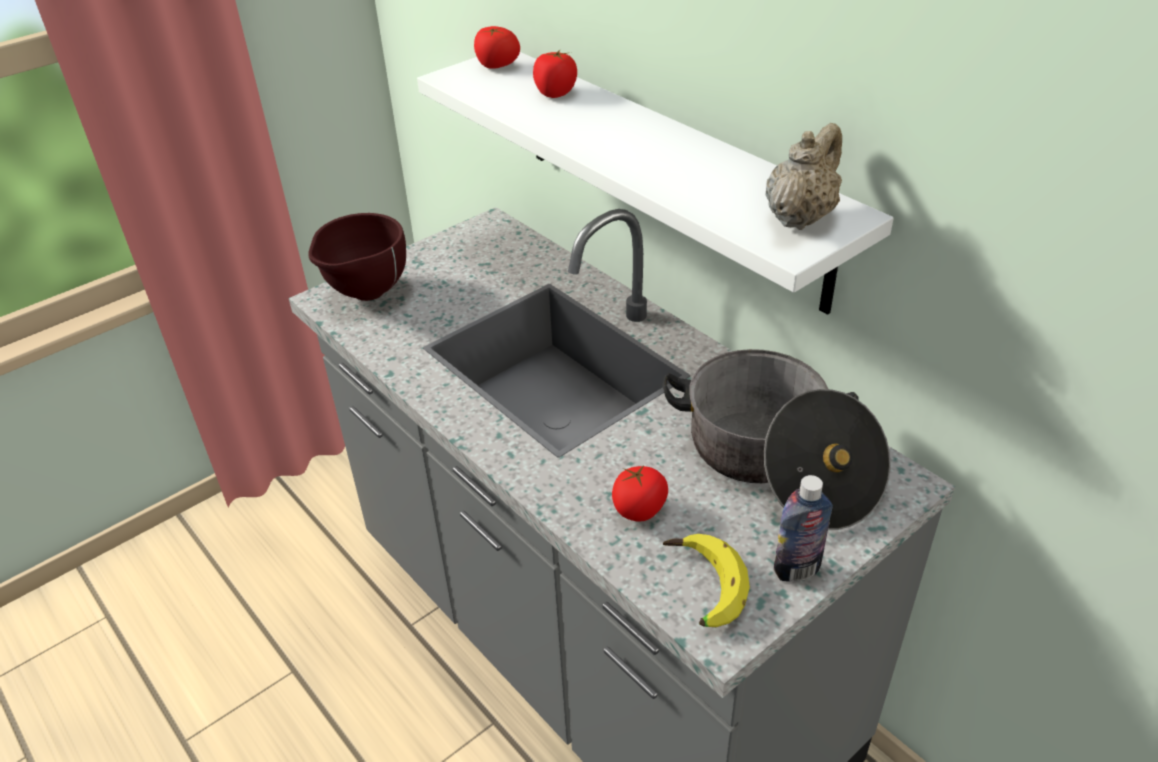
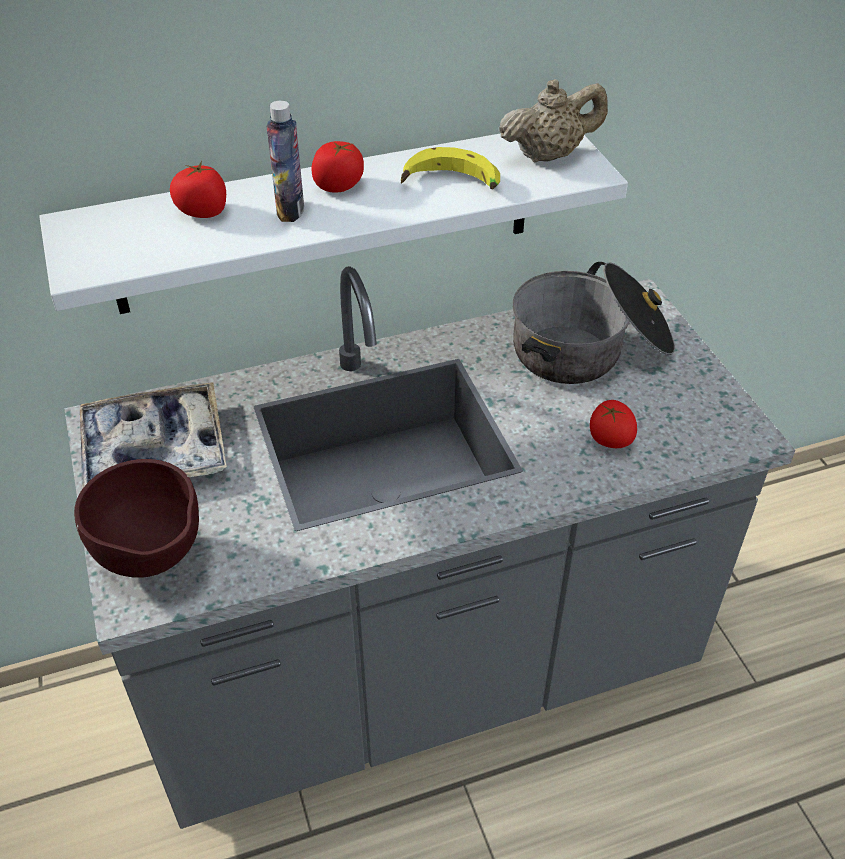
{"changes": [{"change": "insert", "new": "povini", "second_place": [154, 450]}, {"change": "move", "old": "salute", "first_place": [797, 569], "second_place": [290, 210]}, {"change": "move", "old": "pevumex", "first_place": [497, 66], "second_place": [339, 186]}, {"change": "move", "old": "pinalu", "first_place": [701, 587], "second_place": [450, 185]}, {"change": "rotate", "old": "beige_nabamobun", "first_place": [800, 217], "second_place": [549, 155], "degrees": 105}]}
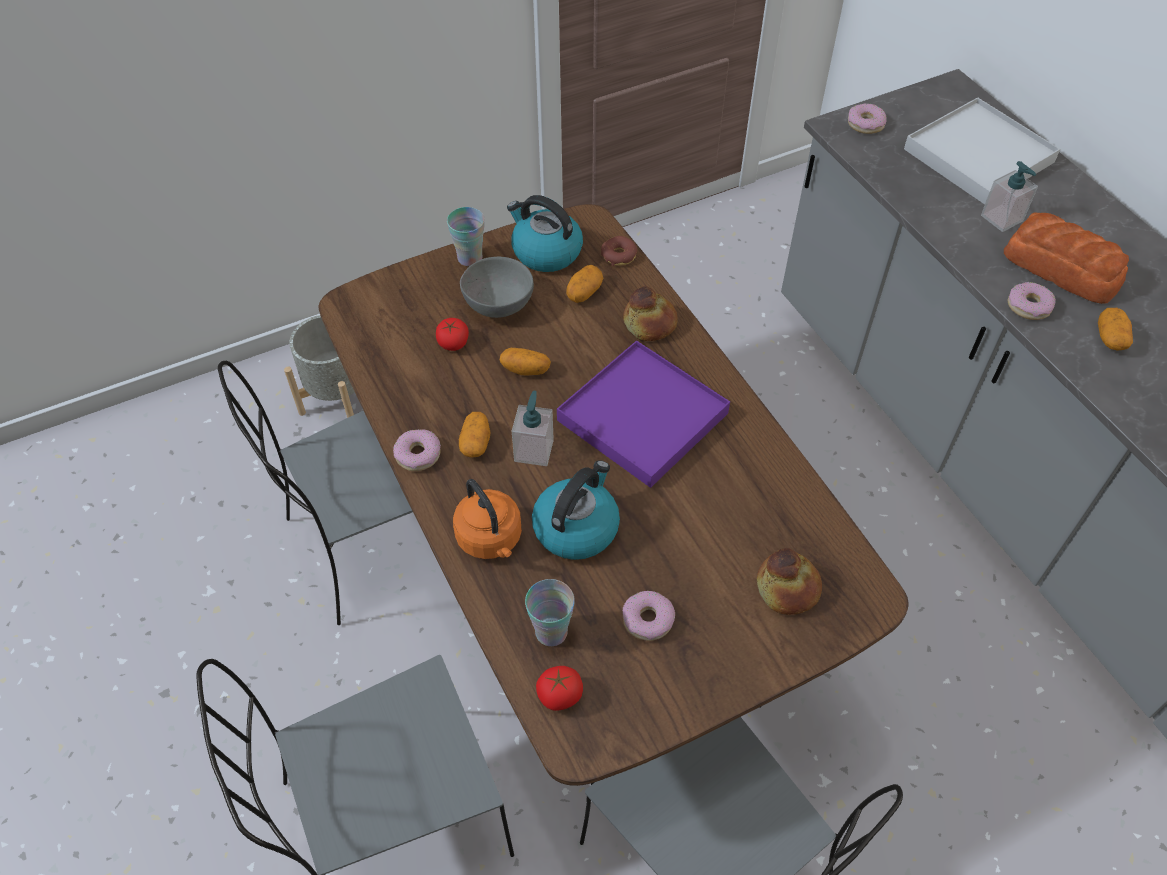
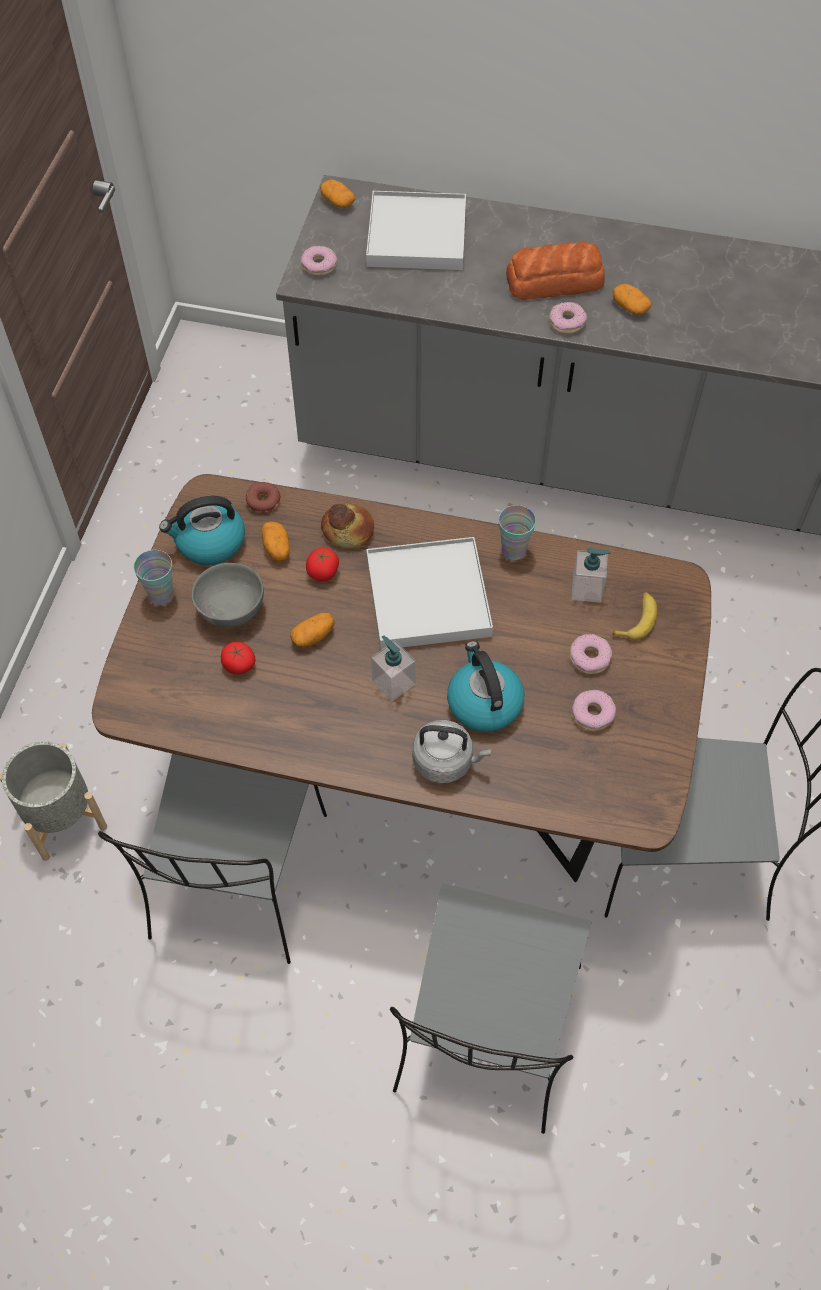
{"changes": [{"change": "move", "old": "pevumex", "first_place": [560, 695], "second_place": [323, 572]}, {"change": "move", "old": "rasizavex", "first_place": [476, 443], "second_place": [337, 202]}, {"change": "recolor", "old": "purple_povini", "new": "white_povini", "first_place": [643, 417], "second_place": [428, 596]}, {"change": "recolor", "old": "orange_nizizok", "new": "grey_nizizok", "first_place": [491, 539], "second_place": [446, 761]}, {"change": "move", "old": "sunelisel", "first_place": [551, 632], "second_place": [513, 550]}, {"change": "move", "old": "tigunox", "first_place": [418, 454], "second_place": [589, 657]}, {"change": "move", "old": "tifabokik", "first_place": [1002, 218], "second_place": [587, 589]}, {"change": "replace", "old": "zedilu", "new": "pinalu", "first_place": [788, 587], "second_place": [637, 619]}]}
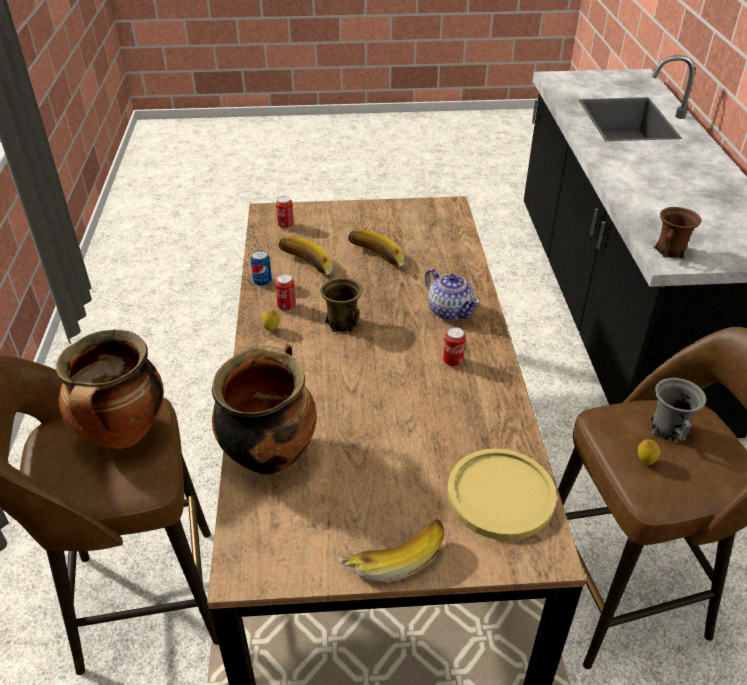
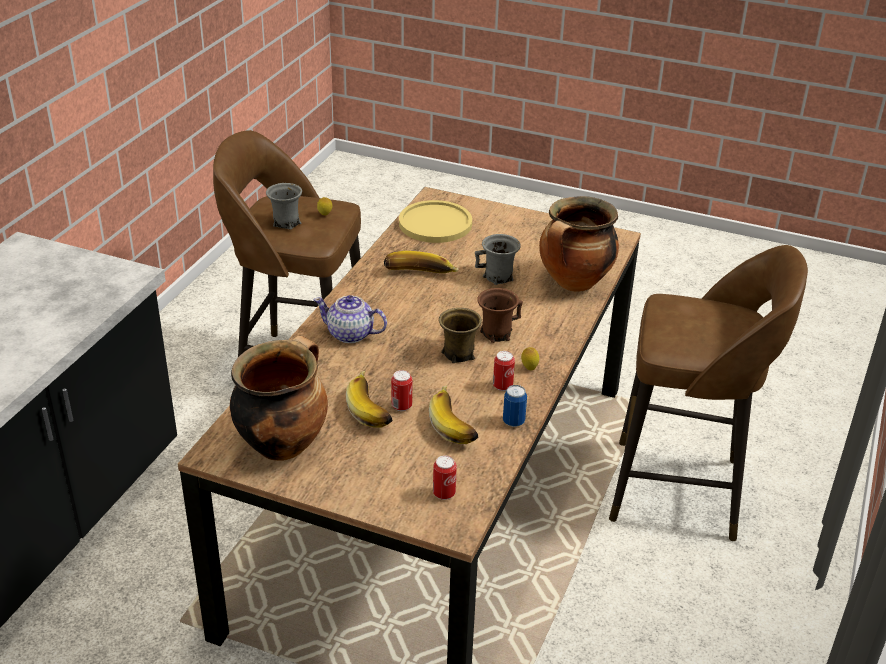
{"changes": [{"change": "move", "old": "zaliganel", "first_place": [123, 434], "second_place": [282, 443]}, {"change": "rotate", "old": "nabamobun", "first_place": [449, 310], "second_place": [351, 334], "degrees": -60}, {"change": "move", "old": "pinalu", "first_place": [394, 554], "second_place": [419, 276]}, {"change": "move", "old": "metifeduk", "first_place": [453, 361], "second_place": [401, 406]}, {"change": "insert", "new": "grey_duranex", "second_place": [498, 277]}, {"change": "move", "old": "brown_duranex", "first_place": [670, 251], "second_place": [496, 333]}]}
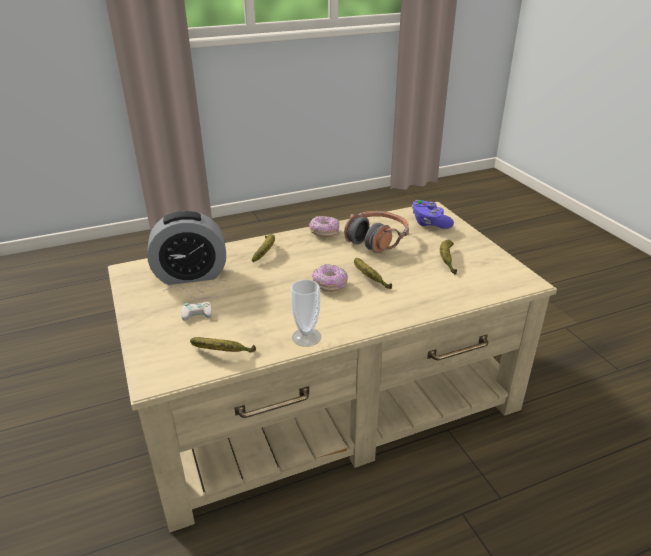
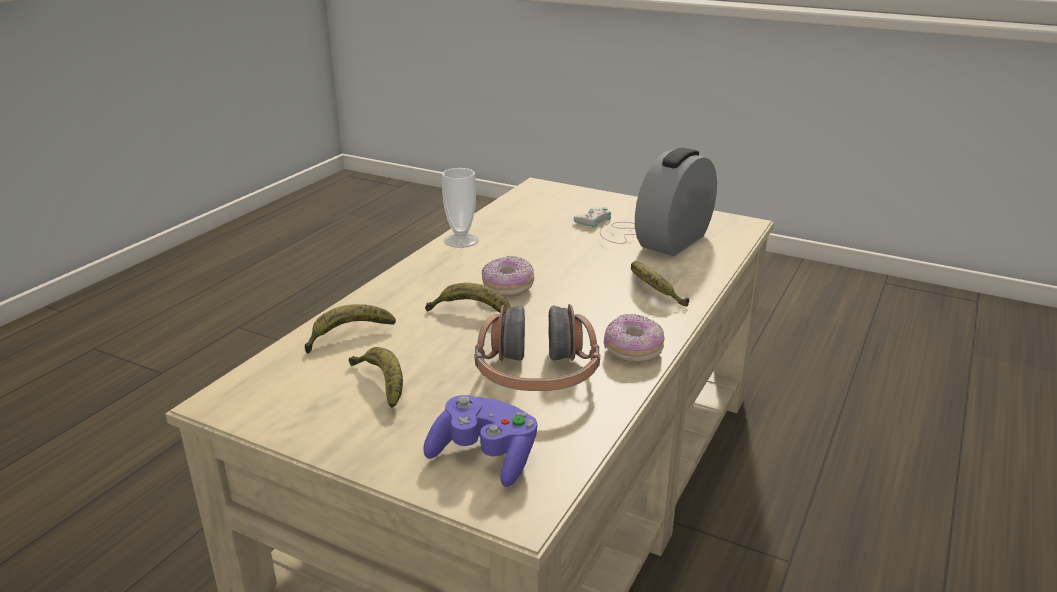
{"changes": [{"change": "move", "old": "pinalu", "first_place": [221, 353], "second_place": [348, 336]}]}
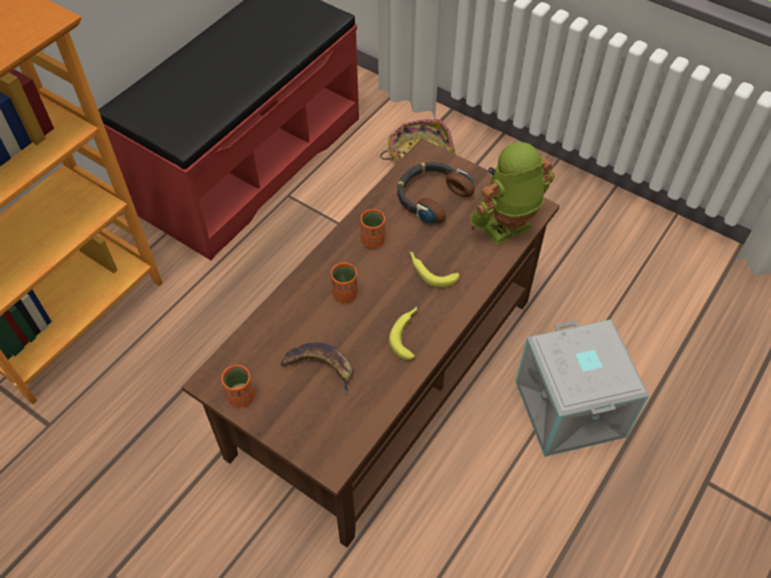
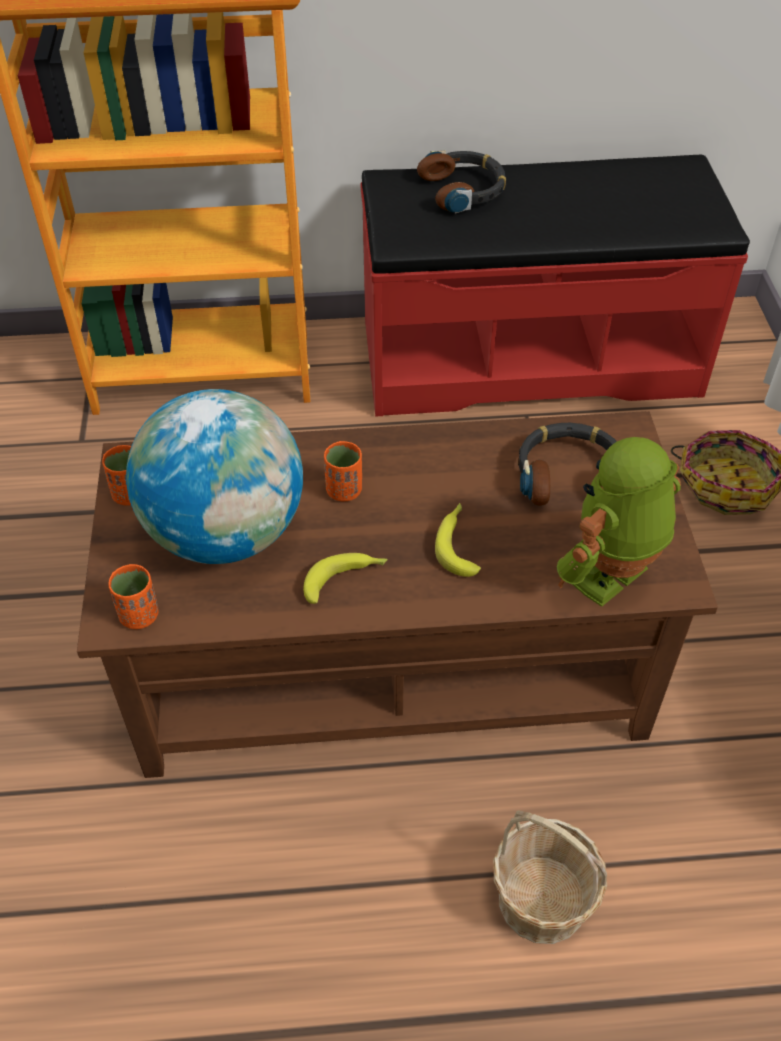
{"changes": [{"change": "move", "old": "orange_sunelisel", "first_place": [373, 241], "second_place": [139, 615]}, {"change": "replace", "old": "pinalu", "new": "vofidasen", "first_place": [320, 367], "second_place": [226, 533]}, {"change": "insert", "new": "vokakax", "second_place": [464, 189]}, {"change": "replace", "old": "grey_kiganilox", "new": "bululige", "first_place": [572, 409], "second_place": [542, 900]}, {"change": "rotate", "old": "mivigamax", "first_place": [507, 229], "second_place": [609, 577], "degrees": -60}]}
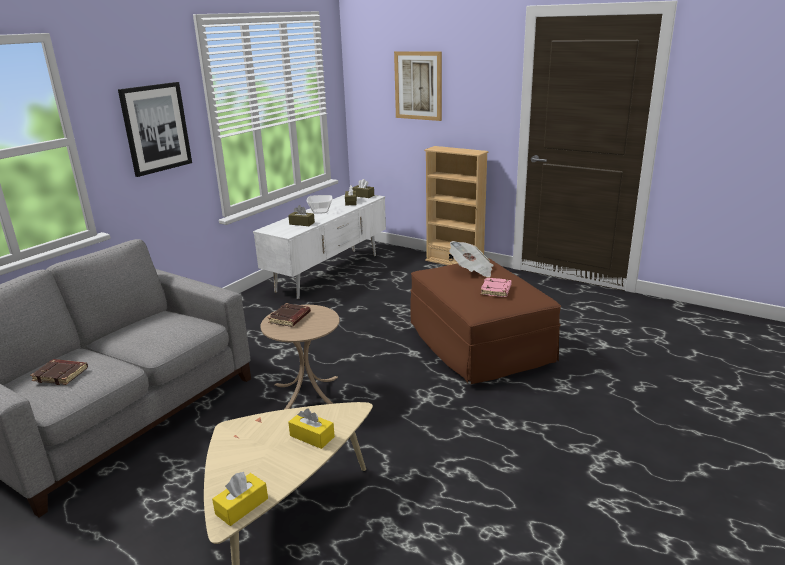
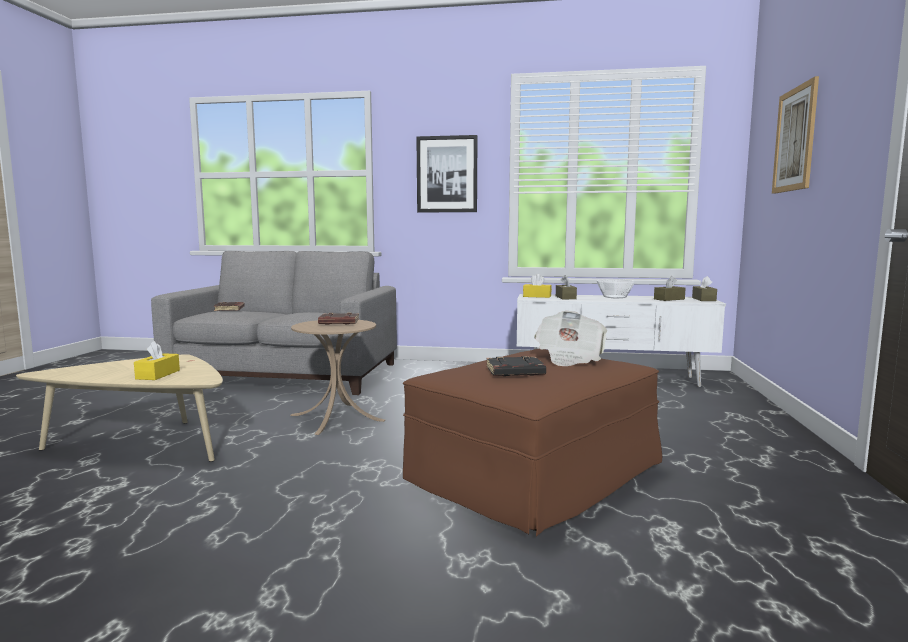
{"changes": [{"change": "recolor", "old": "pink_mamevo", "new": "black_mamevo", "first_place": [496, 290], "second_place": [514, 372]}, {"change": "move", "old": "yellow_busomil", "first_place": [242, 506], "second_place": [537, 296]}, {"change": "delete", "old": "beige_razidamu", "first_place": [454, 262]}]}
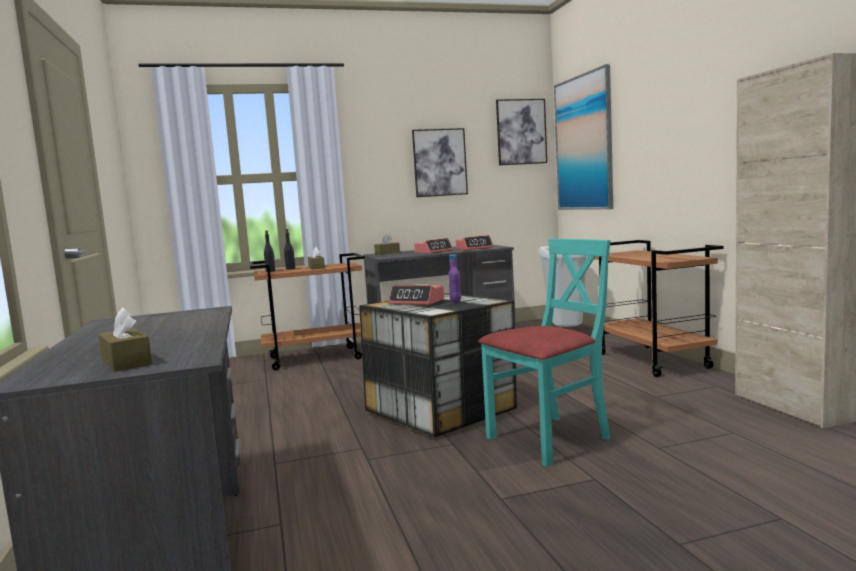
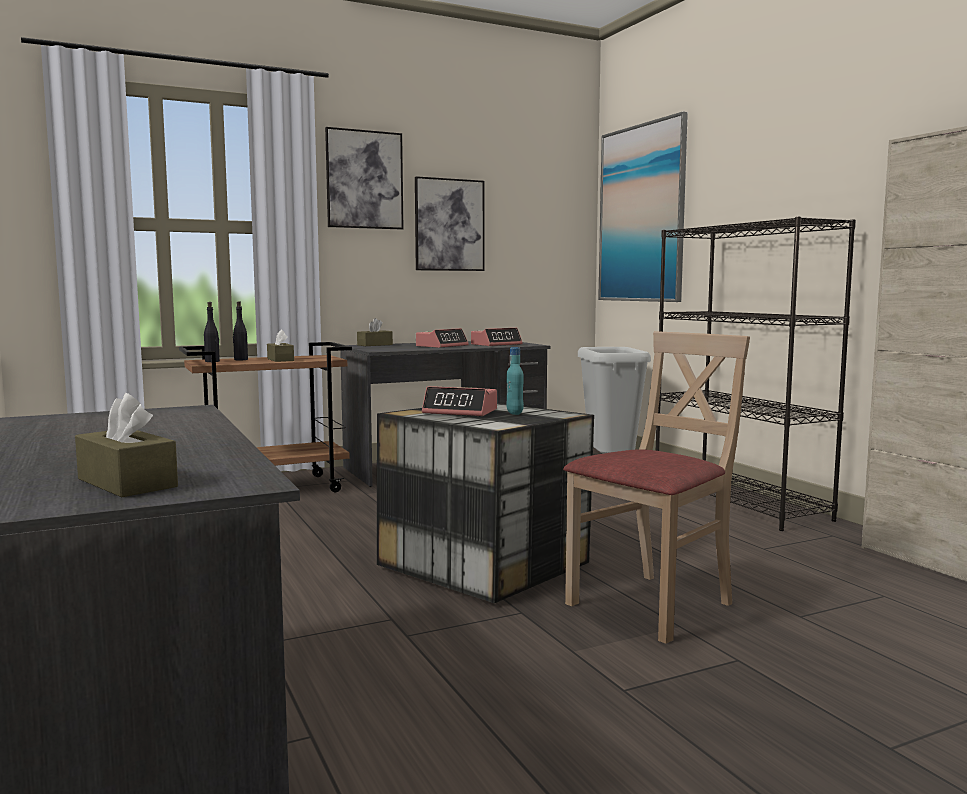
{"changes": [{"change": "move", "old": "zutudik", "first_place": [521, 132], "second_place": [364, 180]}, {"change": "recolor", "old": "purple_salute", "new": "turquoise_salute", "first_place": [455, 301], "second_place": [514, 413]}, {"change": "recolor", "old": "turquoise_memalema", "new": "beige_memalema", "first_place": [549, 439], "second_place": [652, 605]}, {"change": "replace", "old": "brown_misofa", "new": "black_razidamu", "first_place": [653, 361], "second_place": [739, 502]}]}
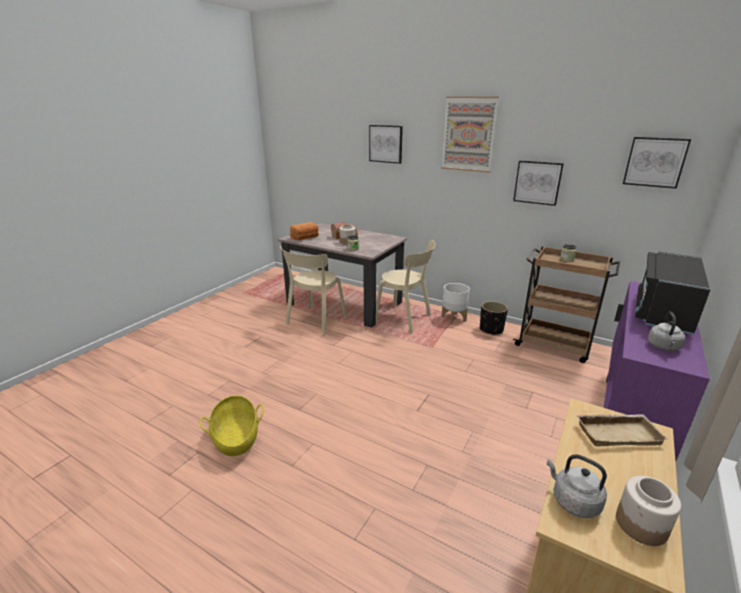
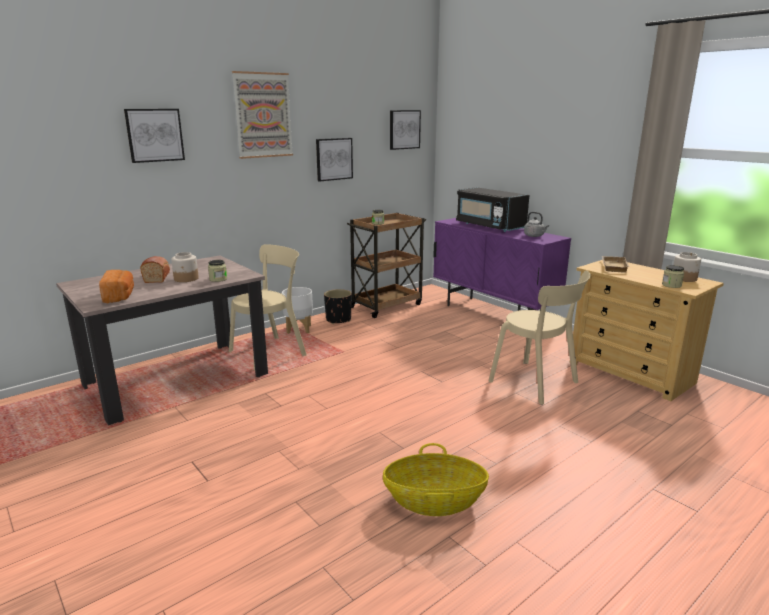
{"changes": [{"change": "move", "old": "beige_memalema", "first_place": [315, 321], "second_place": [536, 383]}, {"change": "replace", "old": "grey_nizizok", "new": "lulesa", "first_place": [573, 501], "second_place": [671, 285]}]}
